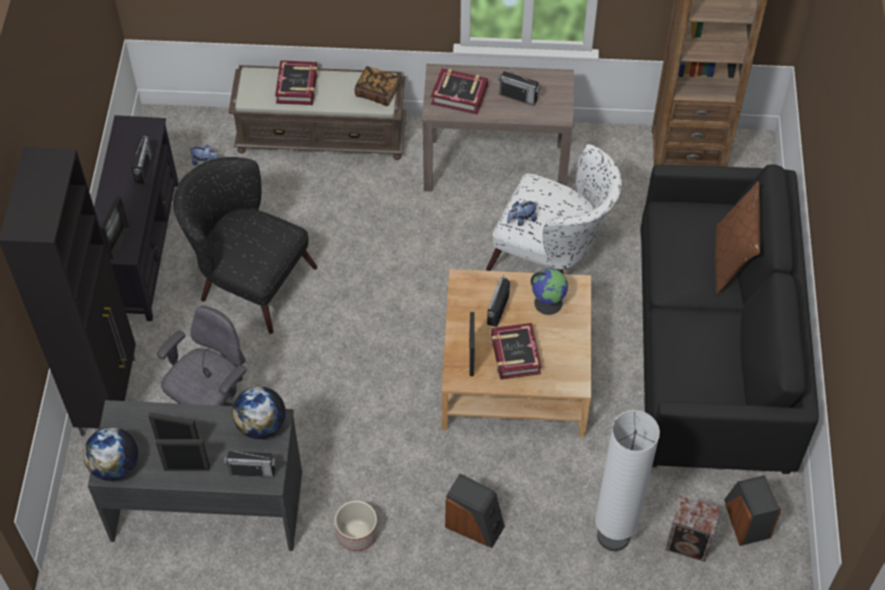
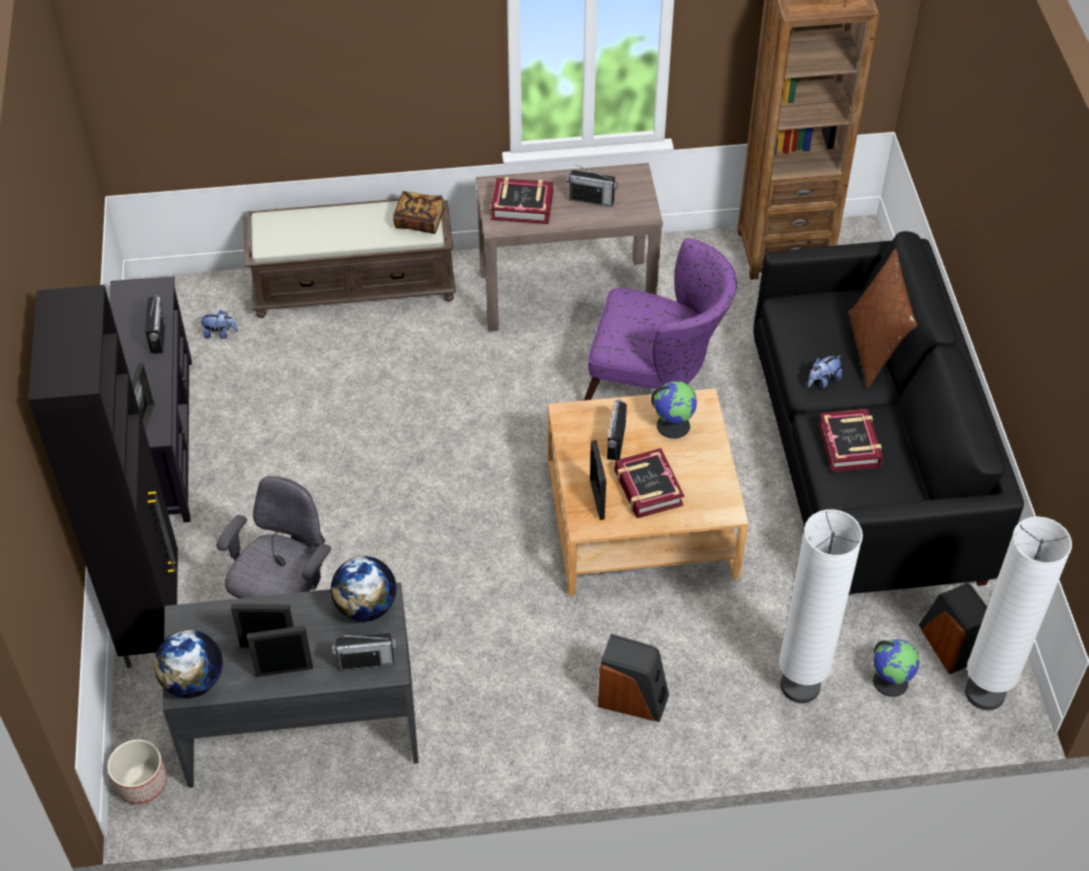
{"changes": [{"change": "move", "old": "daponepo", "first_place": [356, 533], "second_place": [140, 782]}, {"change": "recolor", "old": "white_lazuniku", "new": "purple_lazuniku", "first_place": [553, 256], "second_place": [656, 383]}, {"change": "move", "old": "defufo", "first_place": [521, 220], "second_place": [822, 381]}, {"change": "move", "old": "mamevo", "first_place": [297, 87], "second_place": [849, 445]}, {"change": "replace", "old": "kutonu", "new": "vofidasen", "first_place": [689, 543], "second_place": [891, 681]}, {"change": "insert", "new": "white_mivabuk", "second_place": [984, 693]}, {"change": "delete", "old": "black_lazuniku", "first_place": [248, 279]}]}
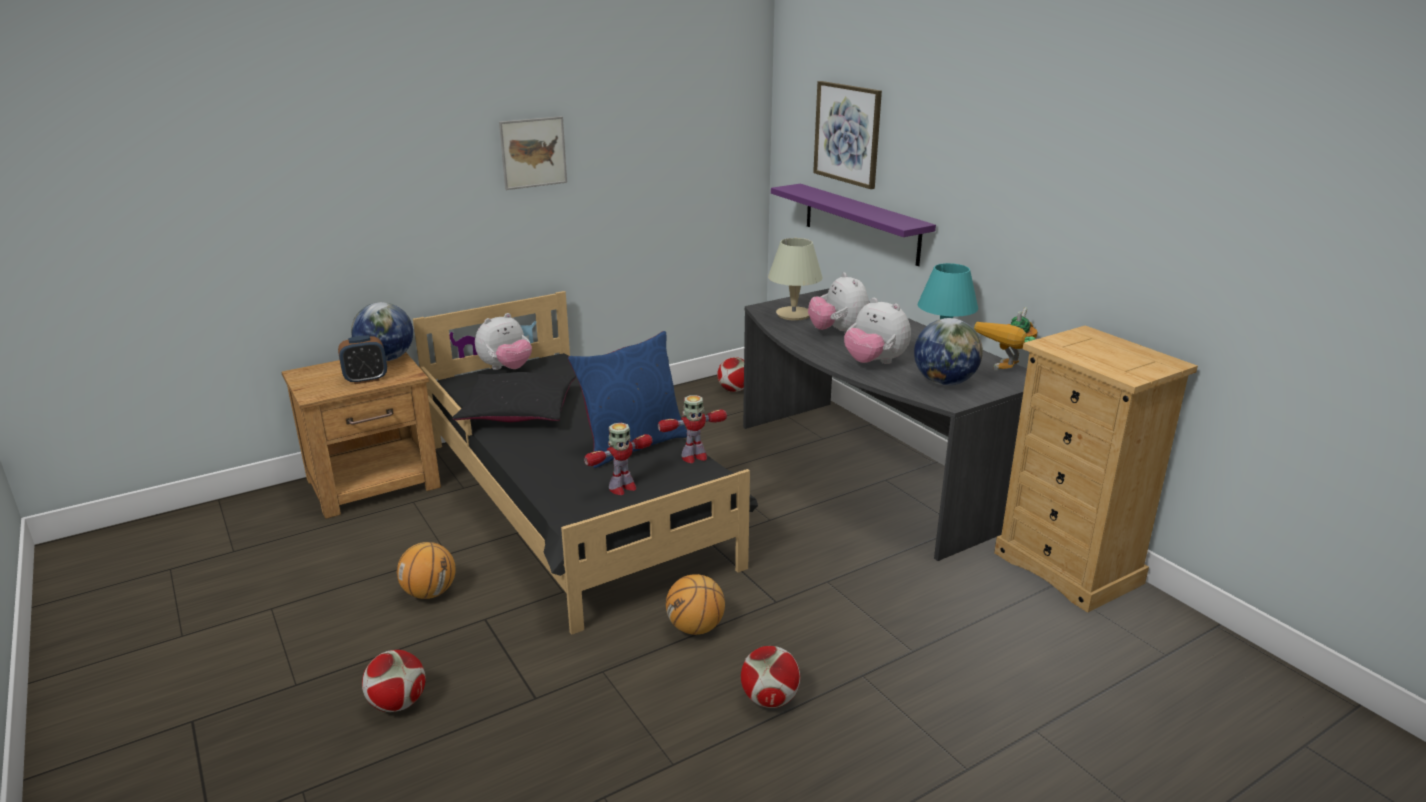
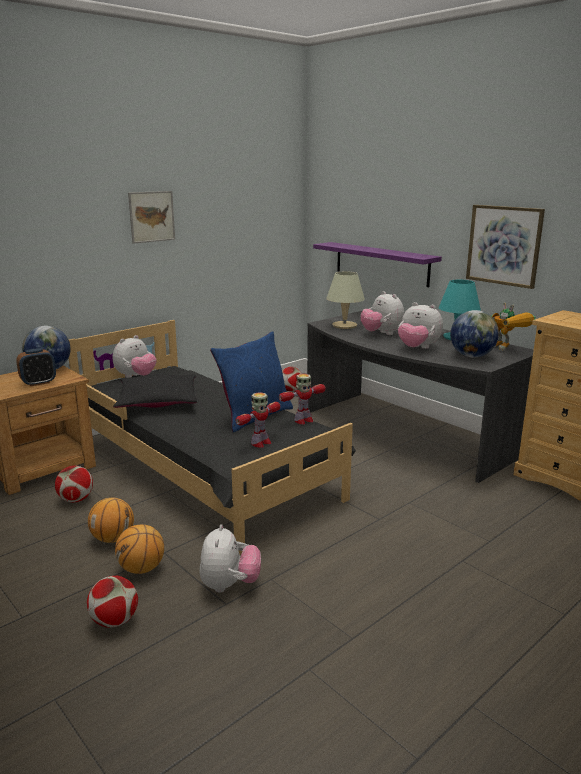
{"changes": [{"change": "move", "old": "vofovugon", "first_place": [770, 699], "second_place": [76, 499]}, {"change": "move", "old": "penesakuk", "first_place": [695, 628], "second_place": [142, 569]}, {"change": "insert", "new": "defufo", "second_place": [230, 585]}, {"change": "move", "old": "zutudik", "first_place": [847, 133], "second_place": [504, 245]}, {"change": "rotate", "old": "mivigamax", "first_place": [1006, 373], "second_place": [508, 349], "degrees": -60}]}
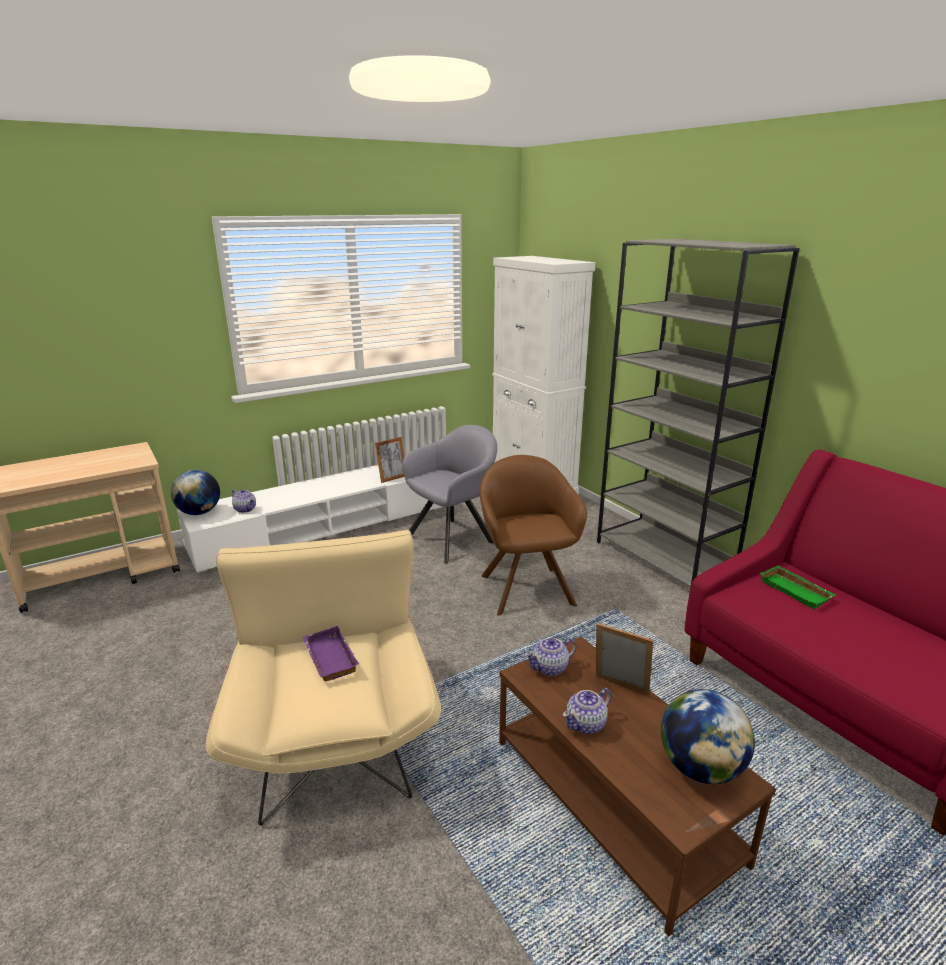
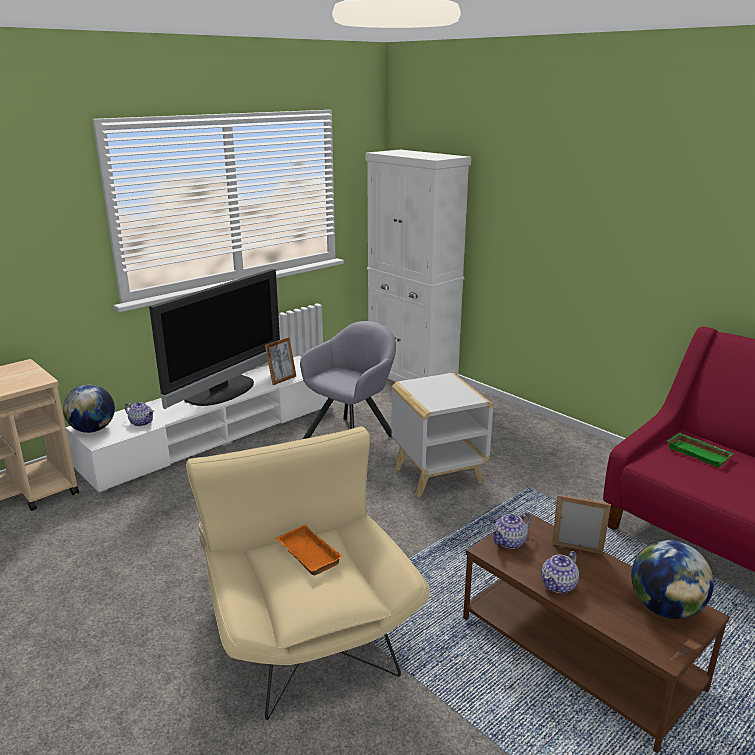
{"changes": [{"change": "insert", "new": "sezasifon", "second_place": [224, 392]}, {"change": "recolor", "old": "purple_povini", "new": "orange_povini", "first_place": [328, 658], "second_place": [306, 555]}, {"change": "replace", "old": "brown_lazuniku", "new": "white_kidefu", "first_place": [526, 586], "second_place": [439, 475]}, {"change": "delete", "old": "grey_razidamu", "first_place": [664, 559]}]}
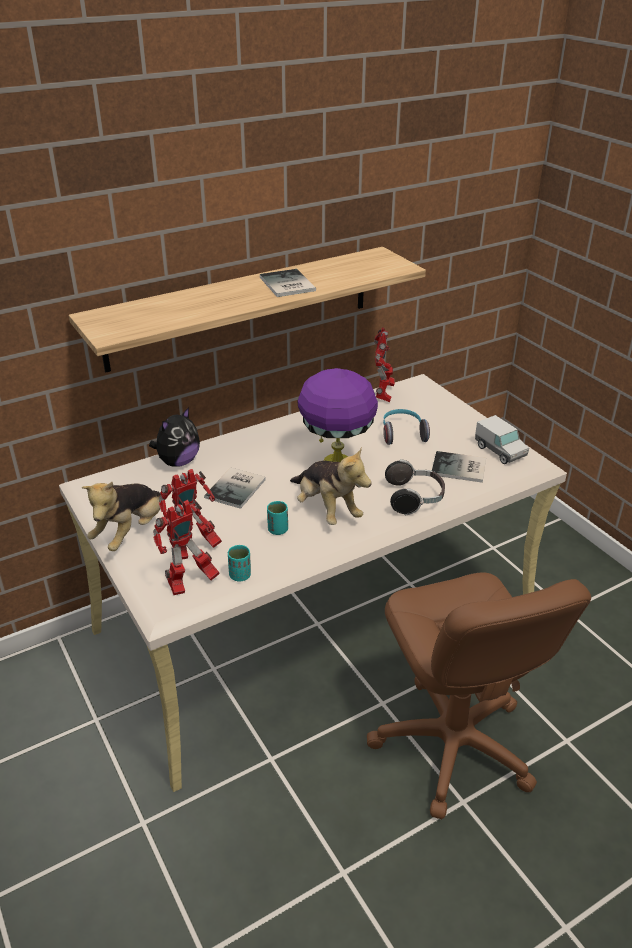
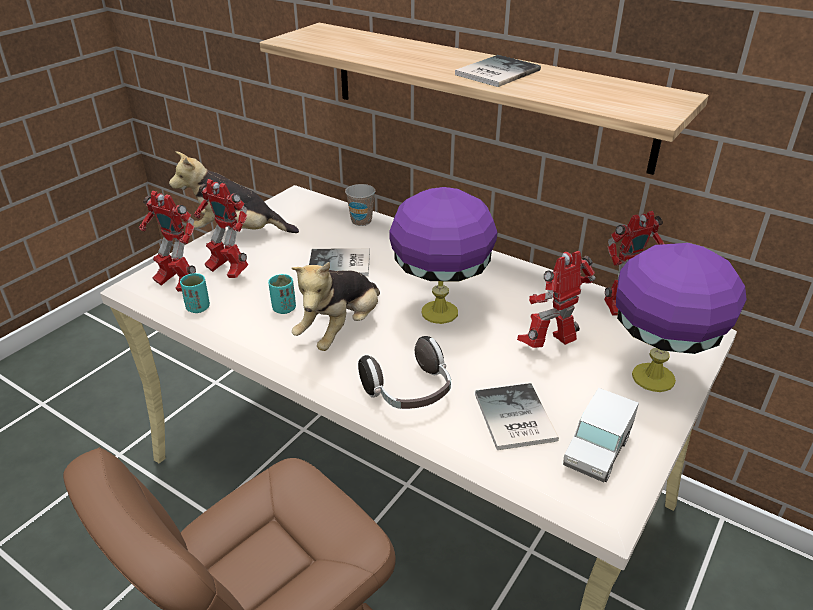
{"changes": [{"change": "replace", "old": "defufo", "new": "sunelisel", "first_place": [178, 462], "second_place": [361, 221]}, {"change": "replace", "old": "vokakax", "new": "mivigamax", "first_place": [402, 434], "second_place": [550, 346]}, {"change": "insert", "new": "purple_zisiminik", "second_place": [656, 378]}]}
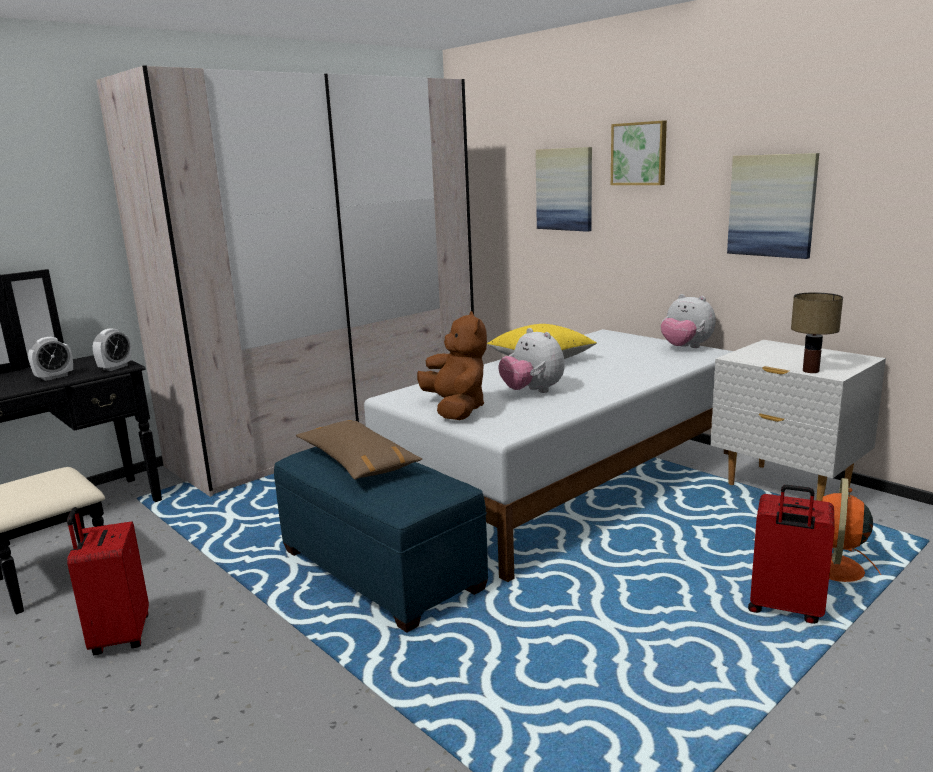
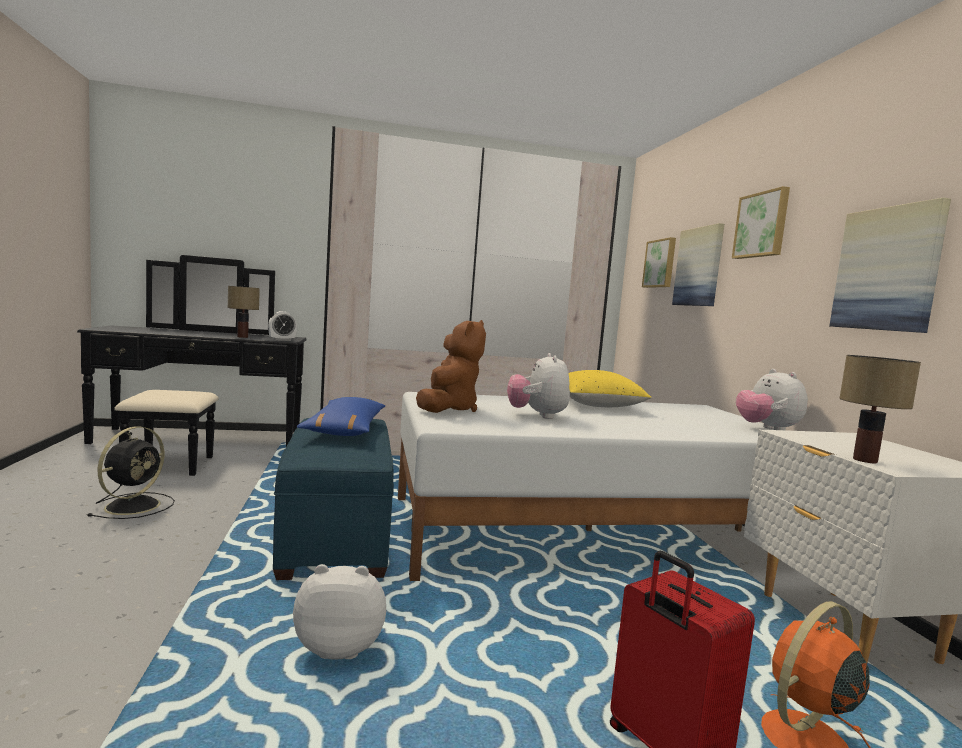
{"changes": [{"change": "replace", "old": "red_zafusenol", "new": "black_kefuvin", "first_place": [119, 637], "second_place": [134, 505]}, {"change": "replace", "old": "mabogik", "new": "zisiminik", "first_place": [54, 377], "second_place": [243, 337]}, {"change": "insert", "new": "defufo", "second_place": [340, 647]}, {"change": "recolor", "old": "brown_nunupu", "new": "blue_nunupu", "first_place": [357, 462], "second_place": [346, 429]}, {"change": "insert", "new": "zutudik", "second_place": [660, 263]}]}
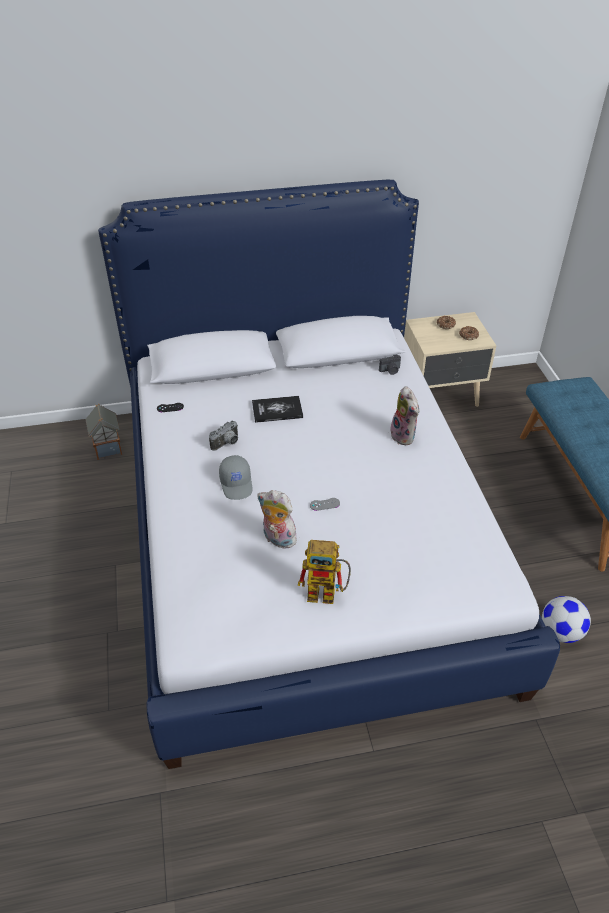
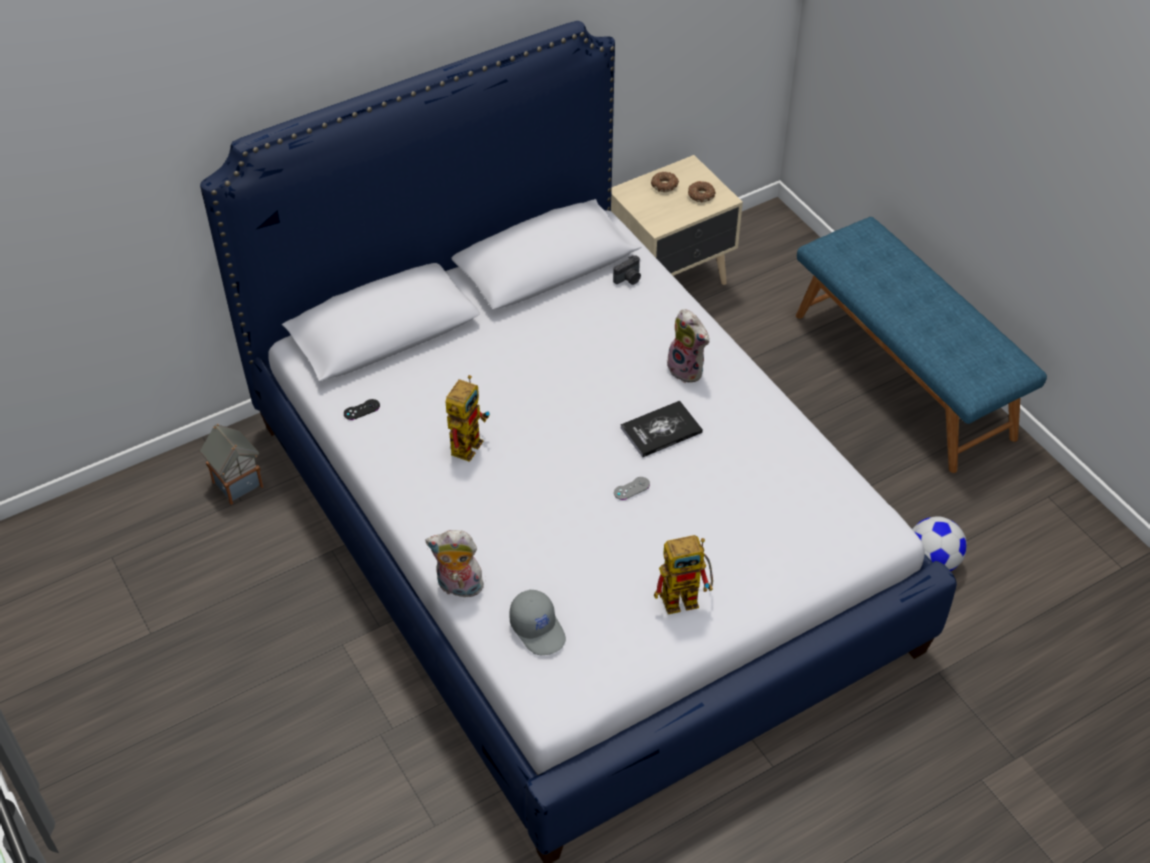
{"changes": [{"change": "move", "old": "defufo", "first_place": [277, 539], "second_place": [458, 587]}, {"change": "replace", "old": "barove", "new": "mivigamax", "first_place": [227, 444], "second_place": [467, 441]}, {"change": "move", "old": "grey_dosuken", "first_place": [237, 484], "second_place": [538, 629]}, {"change": "move", "old": "mamevo", "first_place": [277, 410], "second_place": [661, 430]}]}
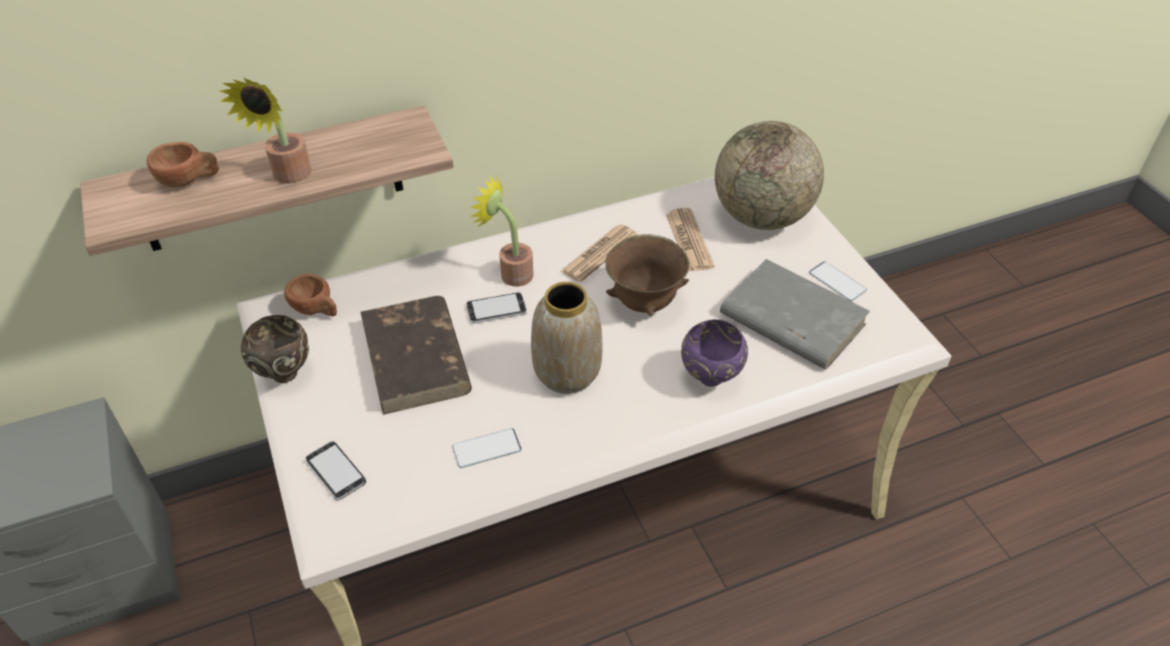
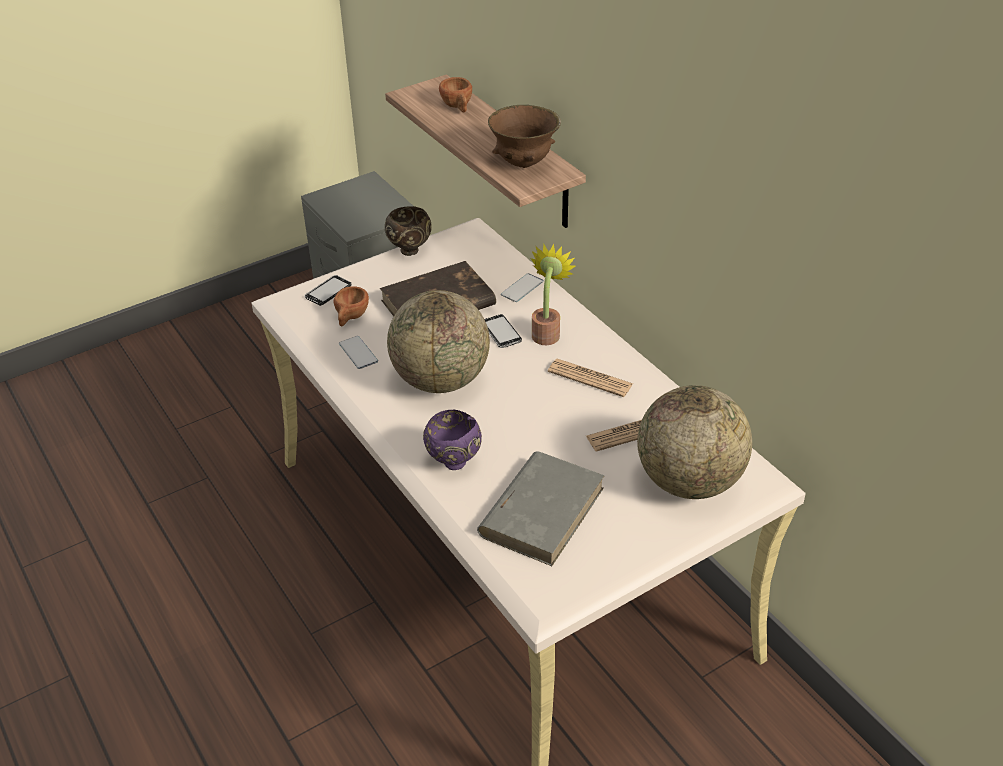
{"changes": [{"change": "move", "old": "brown_sunelisel", "first_place": [316, 310], "second_place": [350, 318]}, {"change": "replace", "old": "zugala", "new": "vofidasen", "first_place": [566, 372], "second_place": [441, 380]}, {"change": "move", "old": "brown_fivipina", "first_place": [645, 303], "second_place": [524, 163]}, {"change": "move", "old": "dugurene", "first_place": [837, 281], "second_place": [522, 288]}, {"change": "delete", "old": "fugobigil", "first_place": [288, 177]}]}
